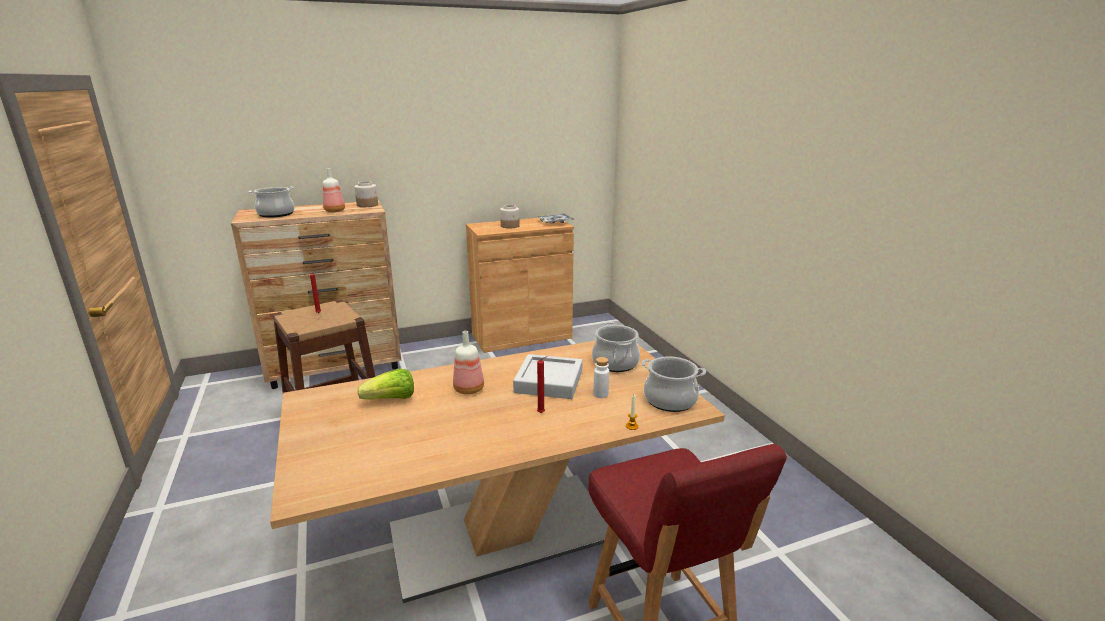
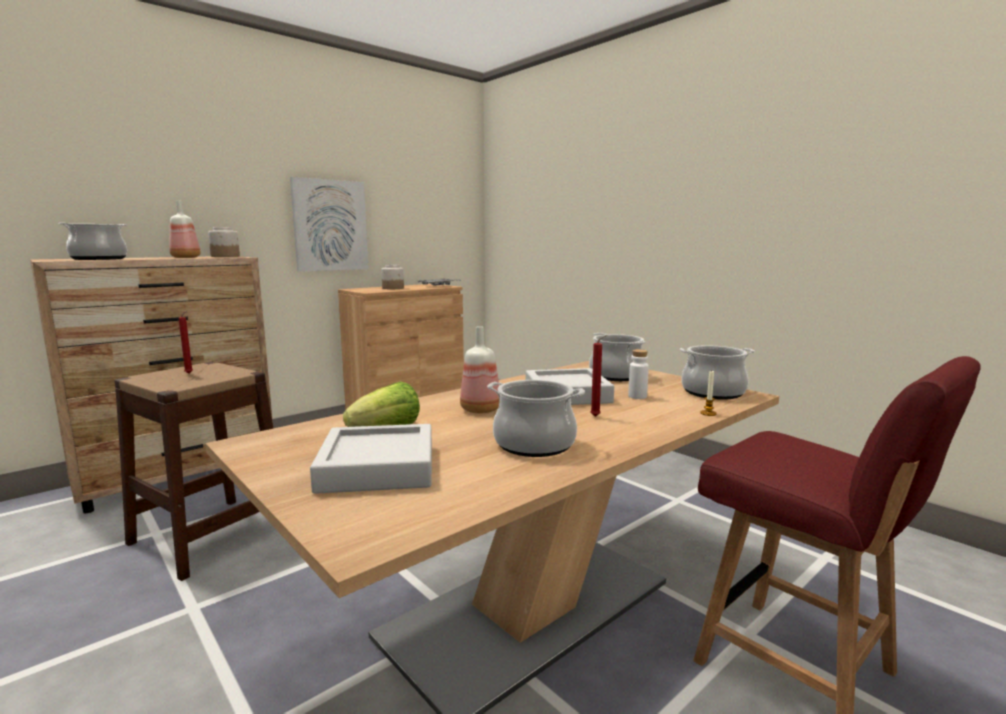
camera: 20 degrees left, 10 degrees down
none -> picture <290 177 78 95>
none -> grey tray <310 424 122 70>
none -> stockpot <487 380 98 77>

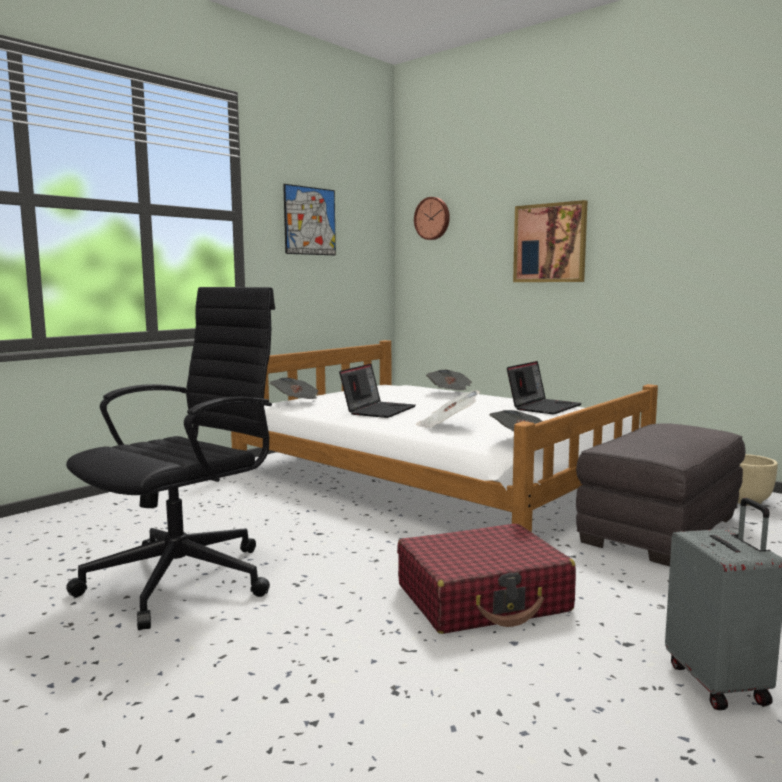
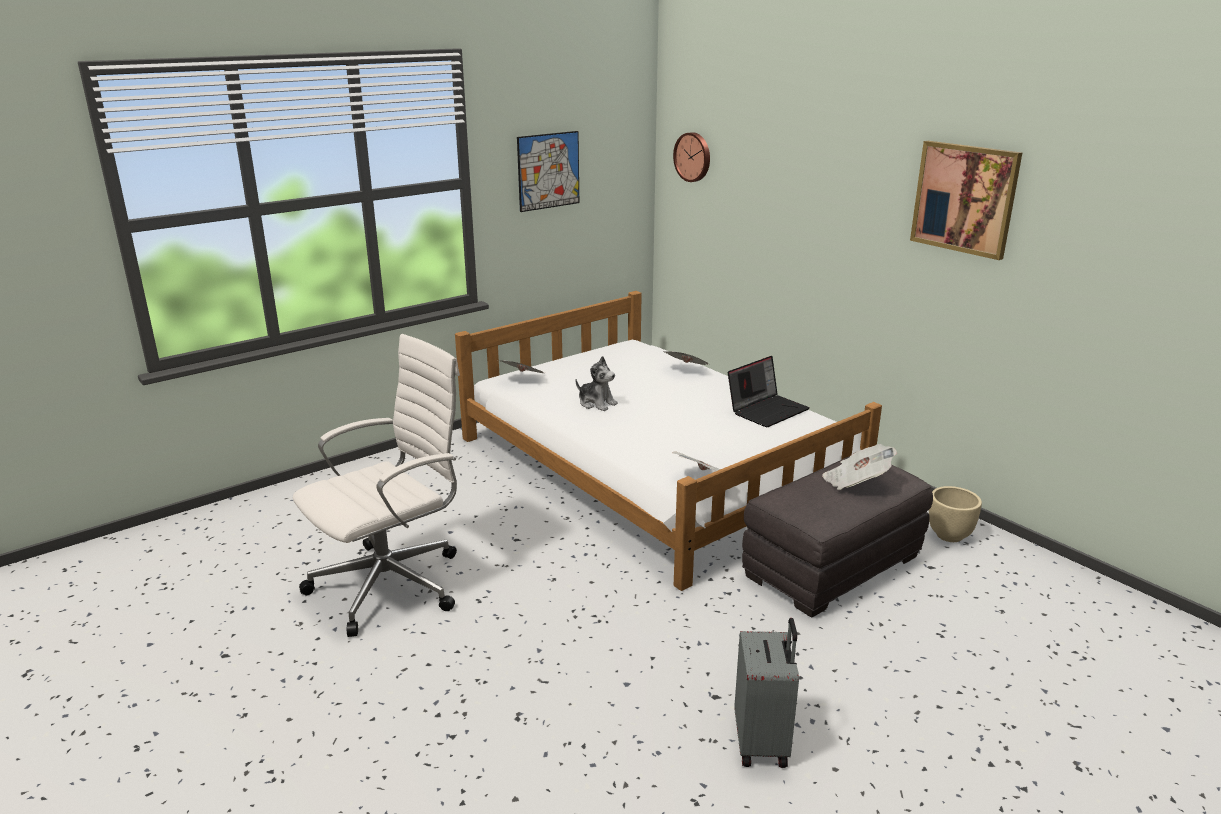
camera: 10 degrees right, 15 degrees up
reddish travel case <397 524 179 110> -> none
printed paper <416 390 64 38> -> printed paper <822 444 75 46>, move
picture <513 200 75 82> -> picture <910 141 112 119>, move
notebook computer <339 364 77 54> -> soft toy <575 356 43 55>
black-coloured office chair <66 287 209 343> -> whitish office chair <293 334 167 303>

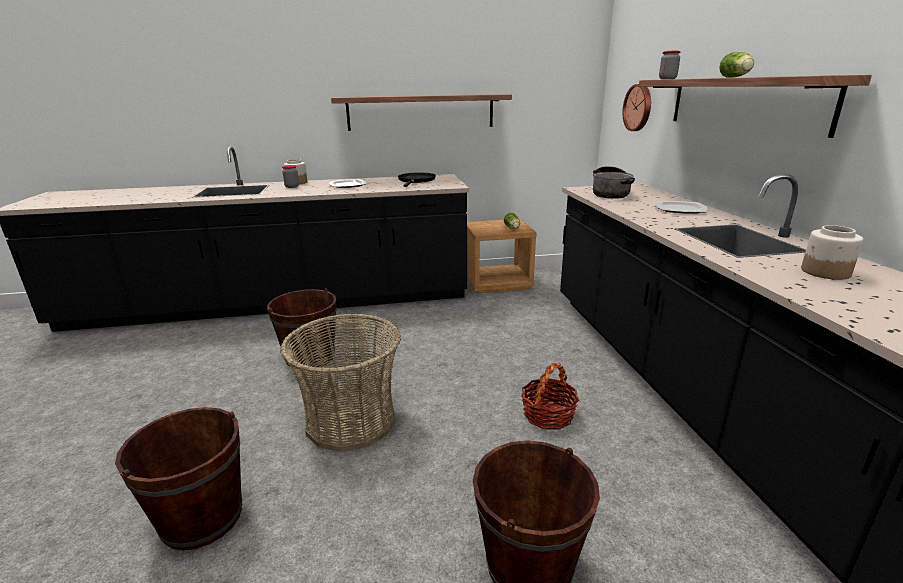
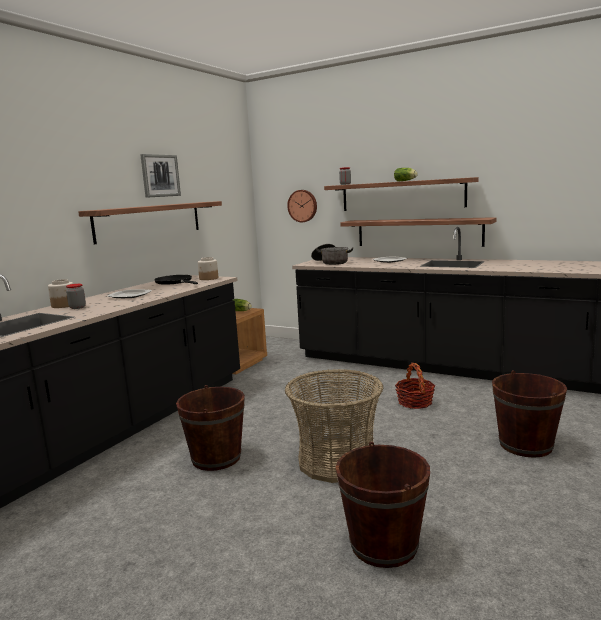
camera: 50 degrees left, 10 degrees down
none -> picture <140 154 41 44>
none -> shelf <340 217 157 30>
storage jar <801 225 62 55> -> storage jar <198 257 20 23>, move

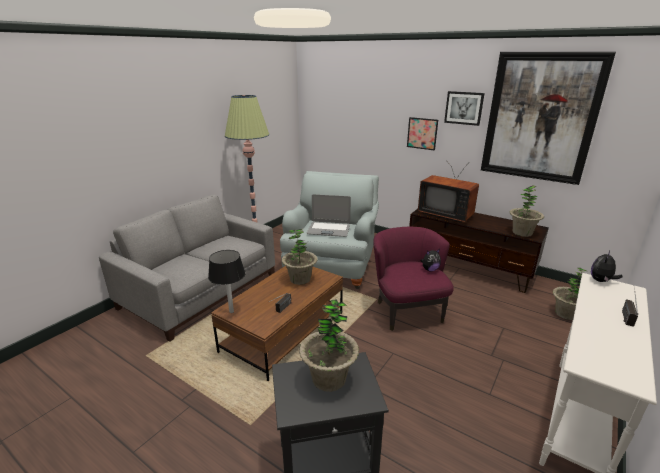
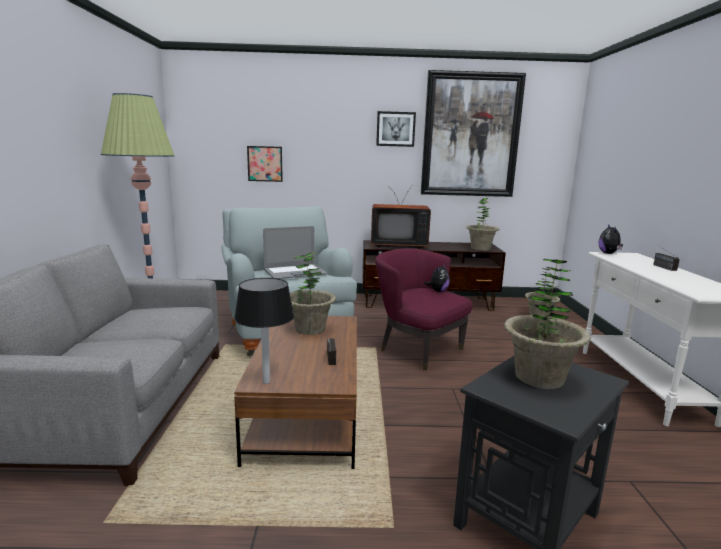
camera: 35 degrees left, 10 degrees down
picture <407 117 31 34> -> picture <247 146 36 36>, move

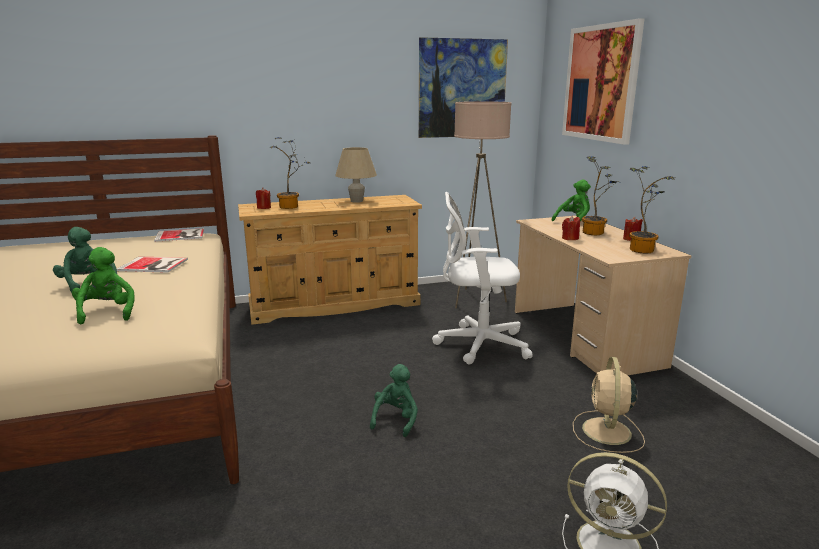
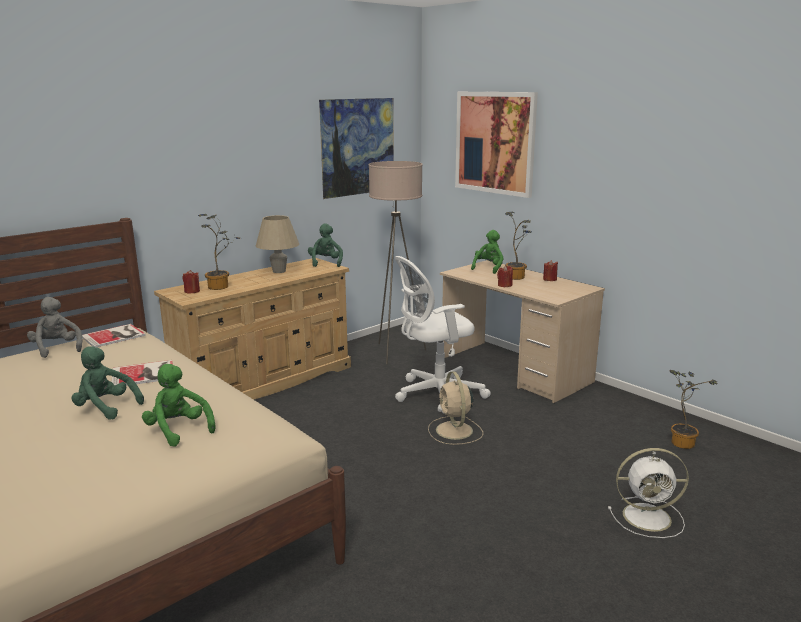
camera: 25 degrees left, 0 degrees up
none -> grey soft toy <27 297 55 61>
green-coloured soft toy <370 364 48 73> -> green-coloured soft toy <308 223 35 44>, move
beige cooling fan <573 357 72 96> -> beige cooling fan <428 371 55 74>, move
houseplant <629 166 46 87> -> houseplant <669 370 48 79>, move

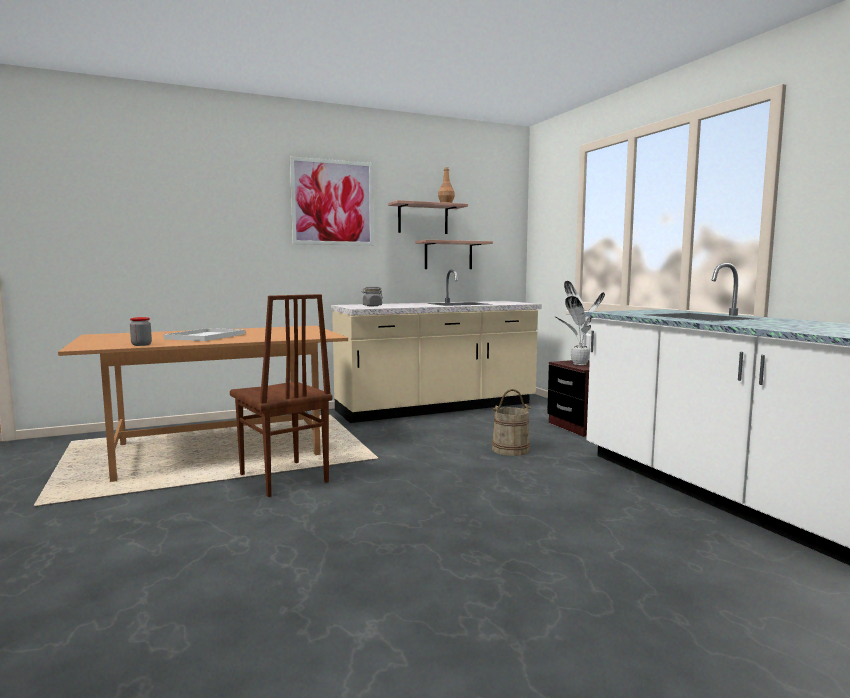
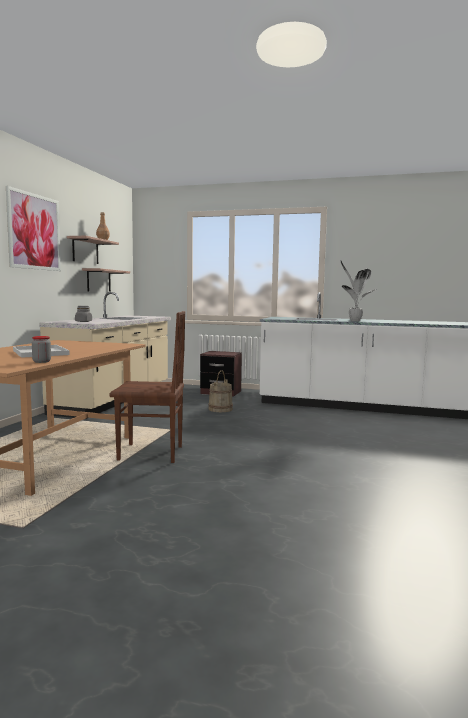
camera: 50 degrees left, 0 degrees up
houseplant <554 281 51 84> -> houseplant <341 261 35 60>, move

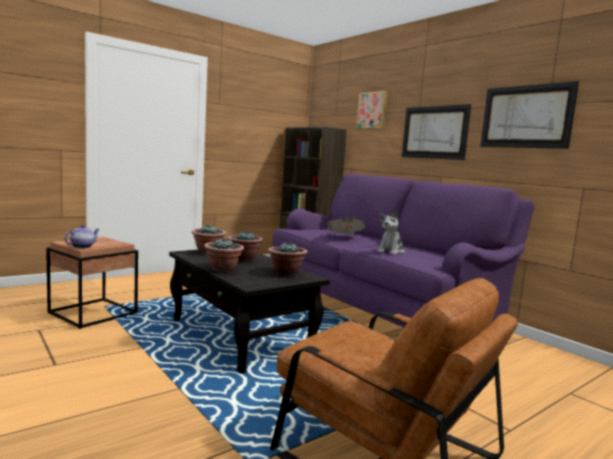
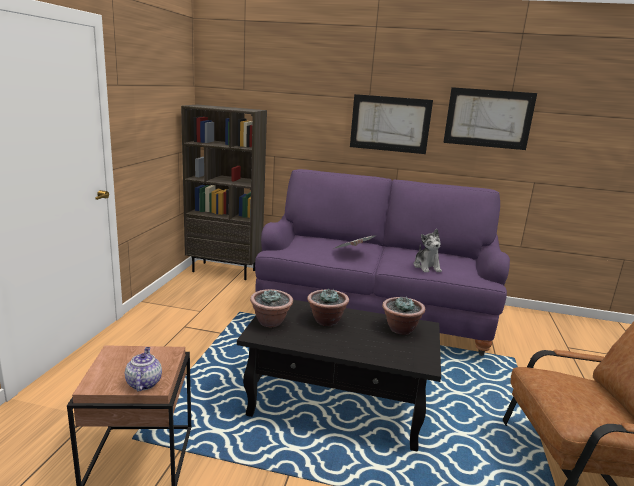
camera: 40 degrees left, 10 degrees up
houseplant <204 239 40 33> -> none
picture <356 91 32 38> -> none

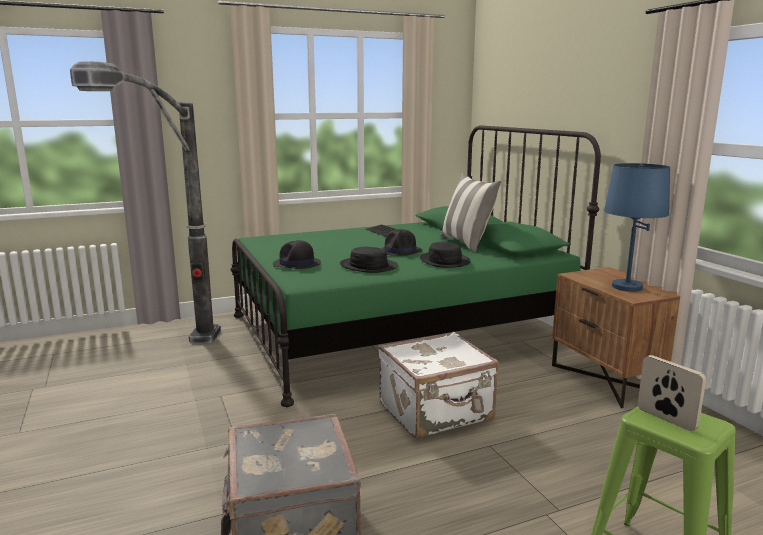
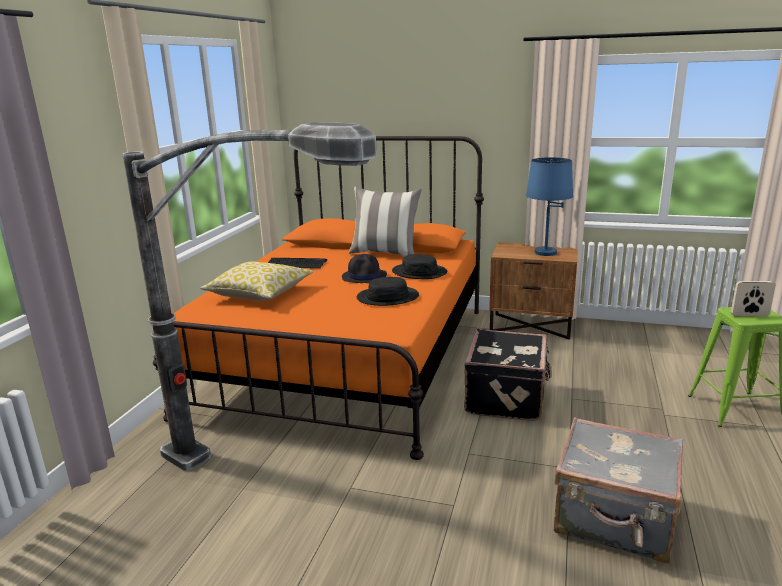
camera: 50 degrees left, 5 degrees up
black-coloured hat <273 240 48 29> -> none
none -> throw pillow <200 262 113 39>
green-coloured bed <230 125 371 282> -> orange bed <153 136 331 324>
whitish travel case <378 332 121 106> -> black-coloured travel case <464 329 88 92>

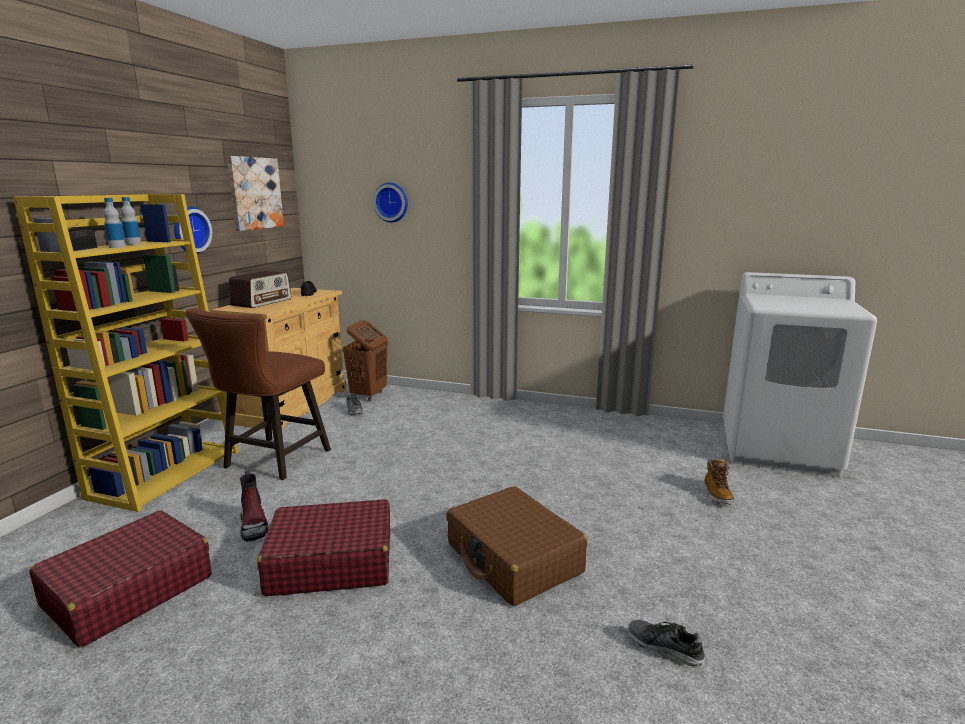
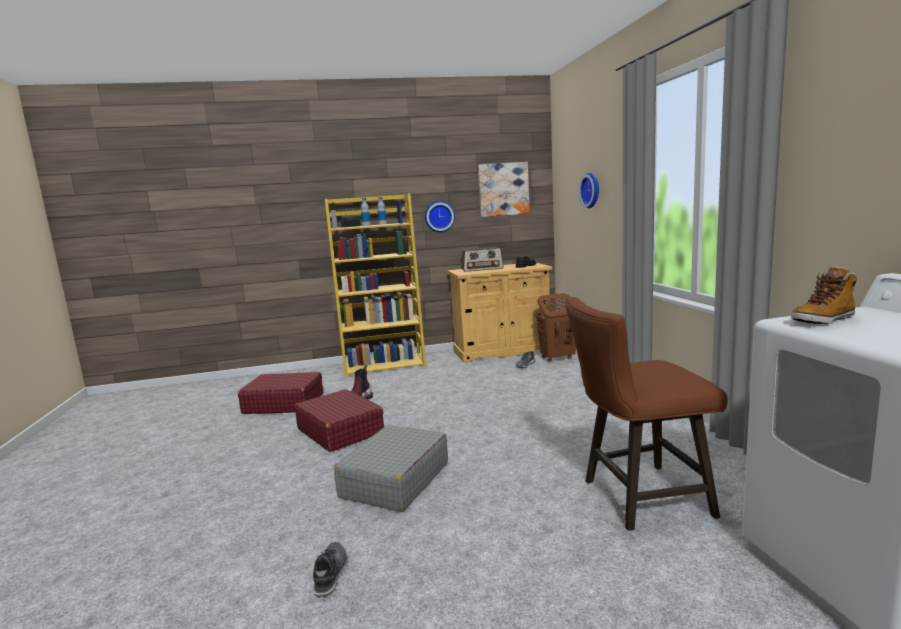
camera: 60 degrees right, 5 degrees down
brown stool seat <186 308 145 172> -> brown stool seat <565 297 163 234>, move
high-top boot <705 459 30 45> -> high-top boot <791 266 66 58>, move
brown travel case <446 486 141 120> -> grey travel case <334 425 114 87>

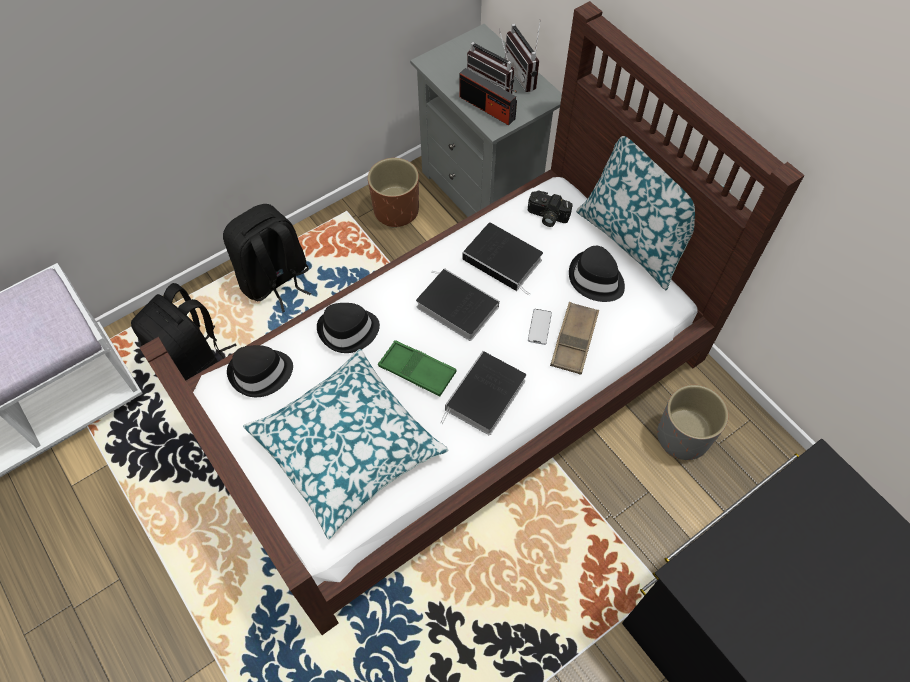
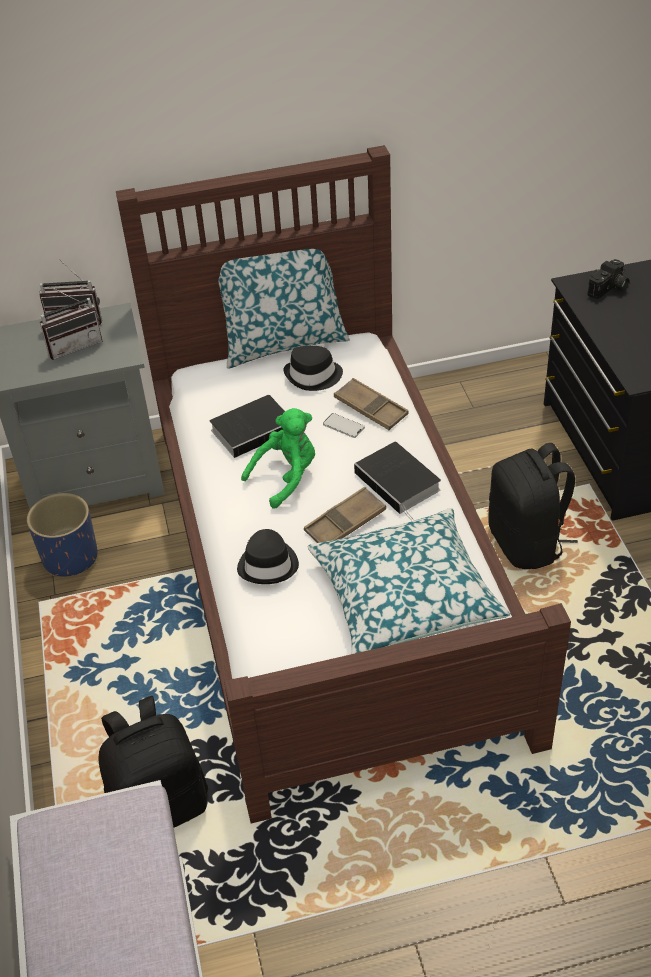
camera: 65 degrees left, 15 degrees down
black-coloured hat <227 345 66 52> -> none
radio <459 68 58 57> -> none
grey planter <657 385 71 75> -> none
black-coloured rucksack <223 204 88 109> -> black-coloured rucksack <488 443 90 126>, move
still camera <527 191 46 36> -> still camera <587 259 42 40>, move
bound book <416 268 83 73> -> green-coloured soft toy <241 408 74 101>
brown planter <368 158 51 70> -> blue planter <27 493 71 84>
green-coloured tray <378 340 79 57> -> brown tray <304 487 82 56>

